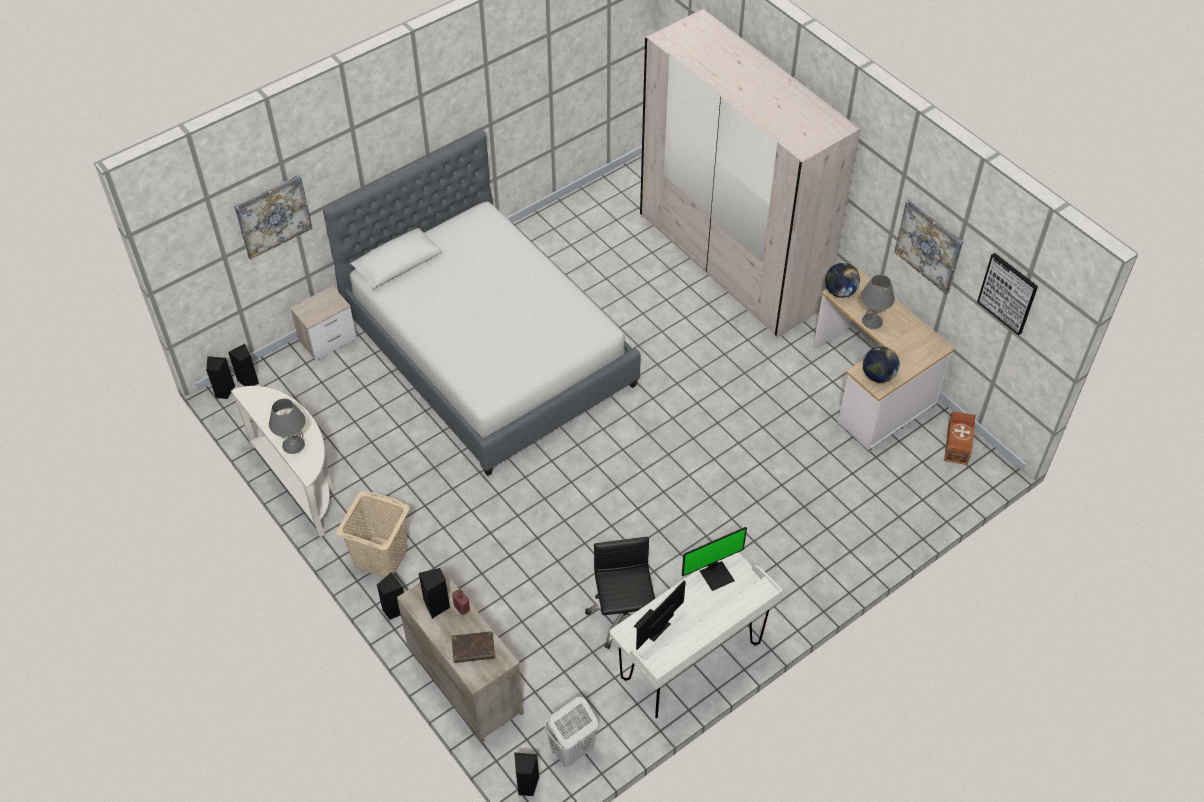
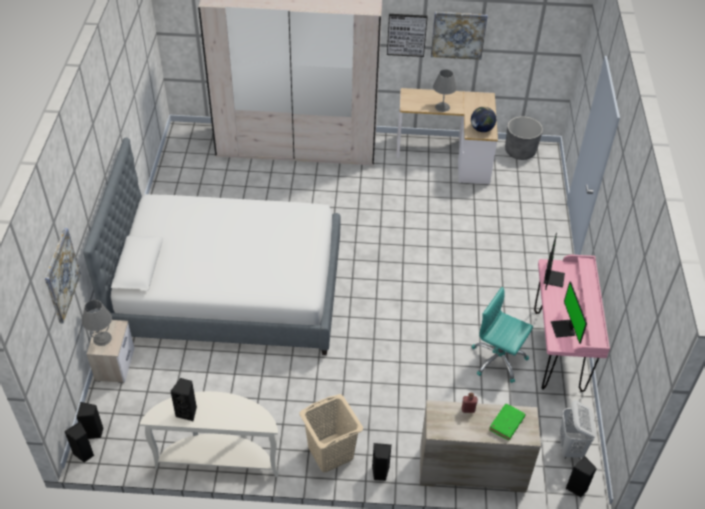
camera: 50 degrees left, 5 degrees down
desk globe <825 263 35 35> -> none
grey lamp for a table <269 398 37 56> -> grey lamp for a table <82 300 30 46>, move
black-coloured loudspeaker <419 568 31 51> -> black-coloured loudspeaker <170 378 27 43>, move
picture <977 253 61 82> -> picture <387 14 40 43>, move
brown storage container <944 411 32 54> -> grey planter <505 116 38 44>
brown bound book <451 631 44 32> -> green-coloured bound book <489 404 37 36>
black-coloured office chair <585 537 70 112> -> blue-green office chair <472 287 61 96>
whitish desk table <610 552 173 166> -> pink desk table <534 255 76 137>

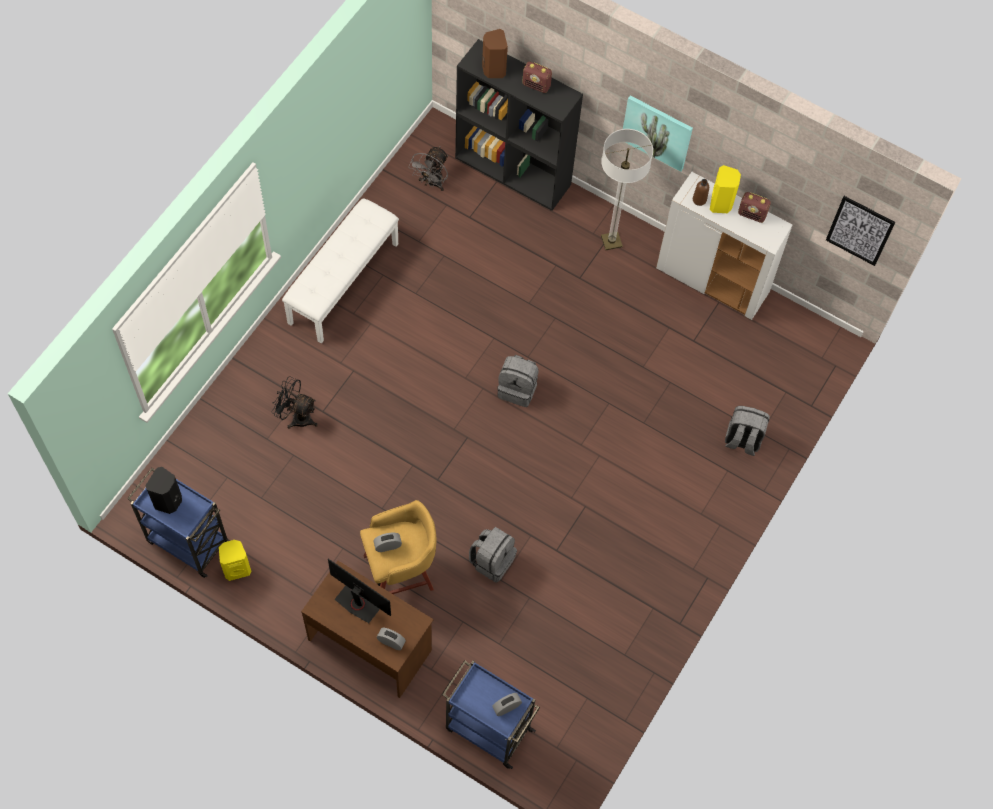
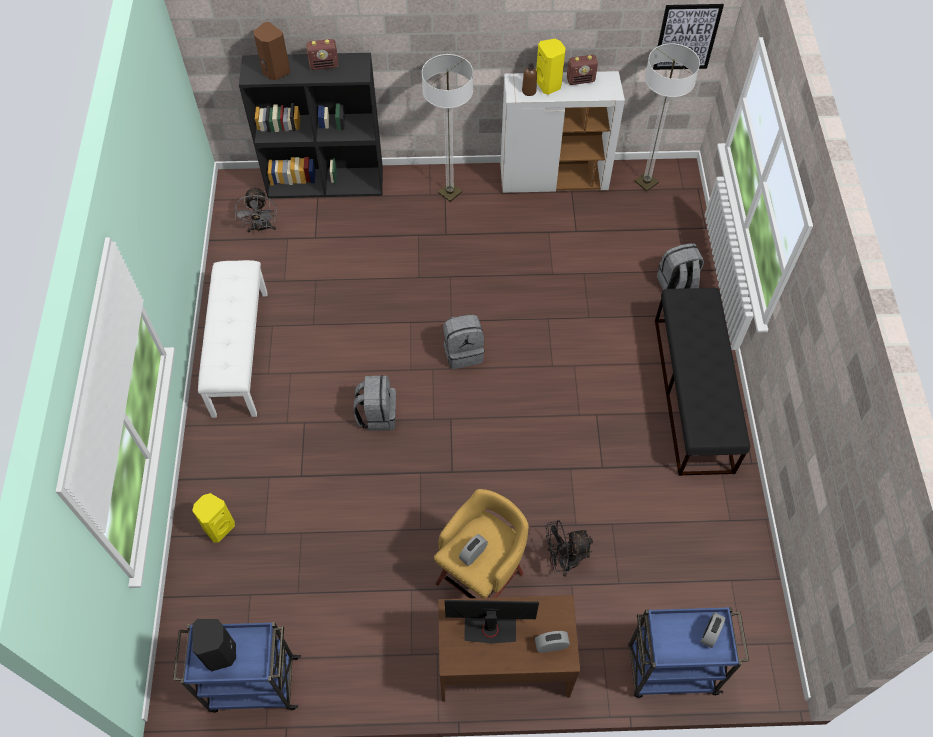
camera: 30 degrees left, 5 degrees down
picture <623 95 70 77> -> none
none -> floor lamp <634 43 66 148>
none -> black-coloured long seat <655 288 95 188>
yellowish loudspeaker <219 540 33 41> -> yellowish loudspeaker <192 493 43 50>, move
black-coloured cooling fan <272 376 46 53> -> black-coloured cooling fan <545 520 48 57>, move
grey rucksack <469 527 48 55> -> grey rucksack <354 376 42 55>, move

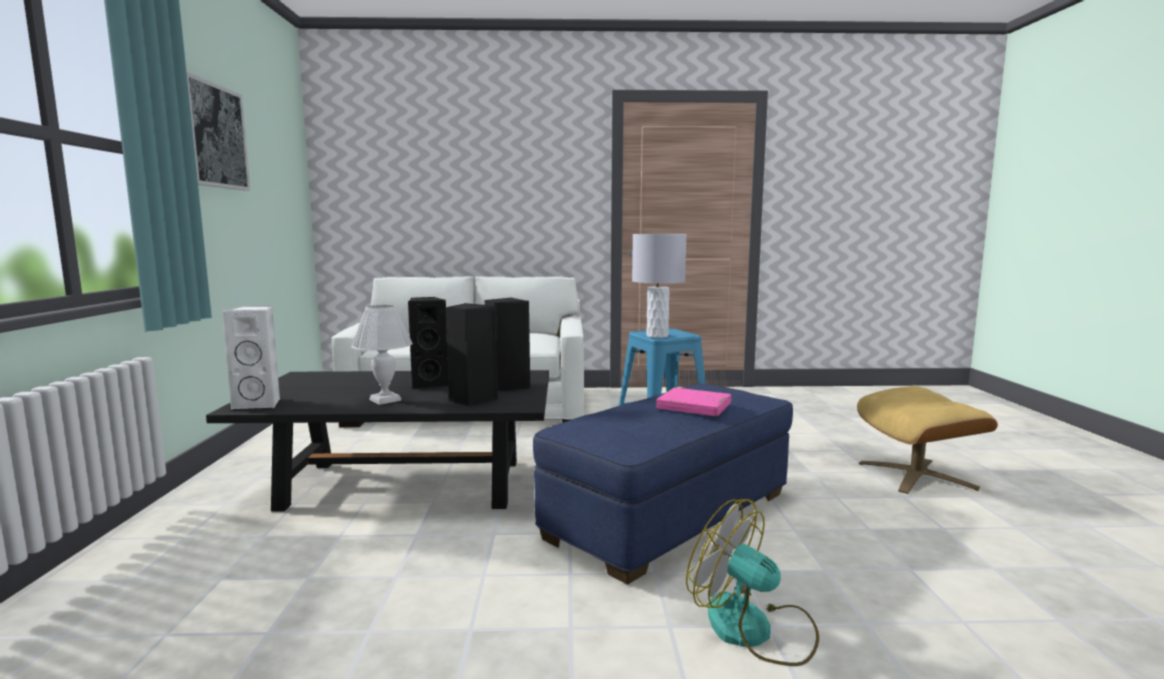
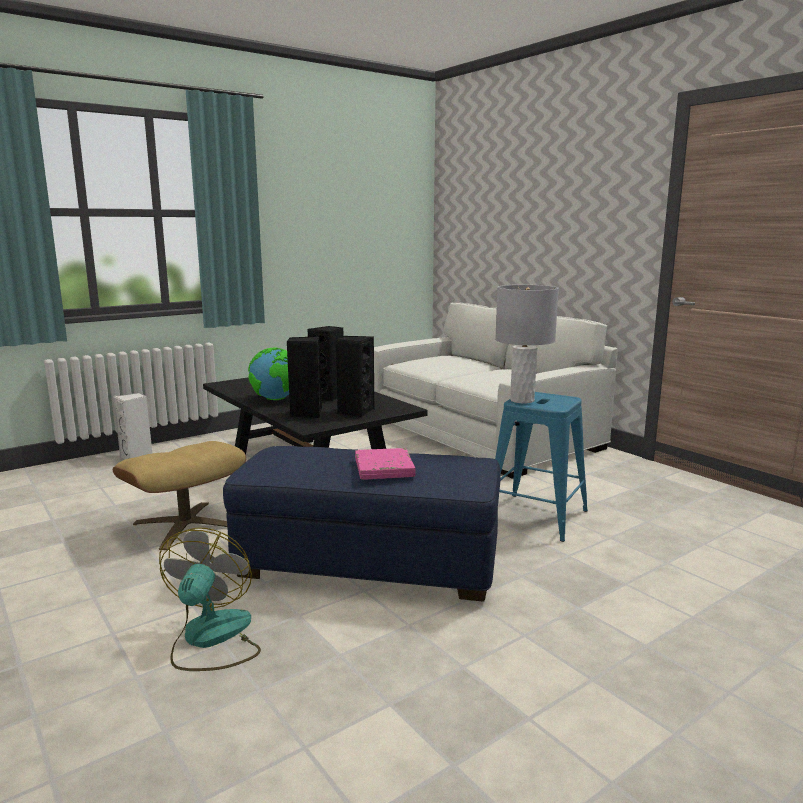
camera: 55 degrees right, 5 degrees up
picture <186 72 64 118> -> none
whitish loudspeaker <222 306 58 104> -> whitish loudspeaker <113 393 39 66>, move
beige pouffe <857 386 141 108> -> beige pouffe <113 441 133 109>, move
whitish lamp for a table <351 305 62 100> -> desk globe <248 348 41 52>

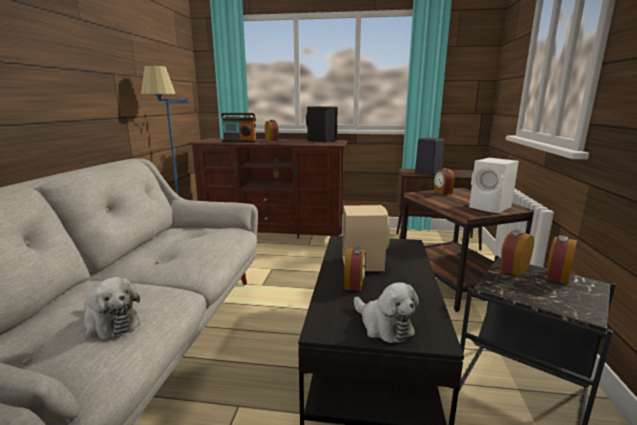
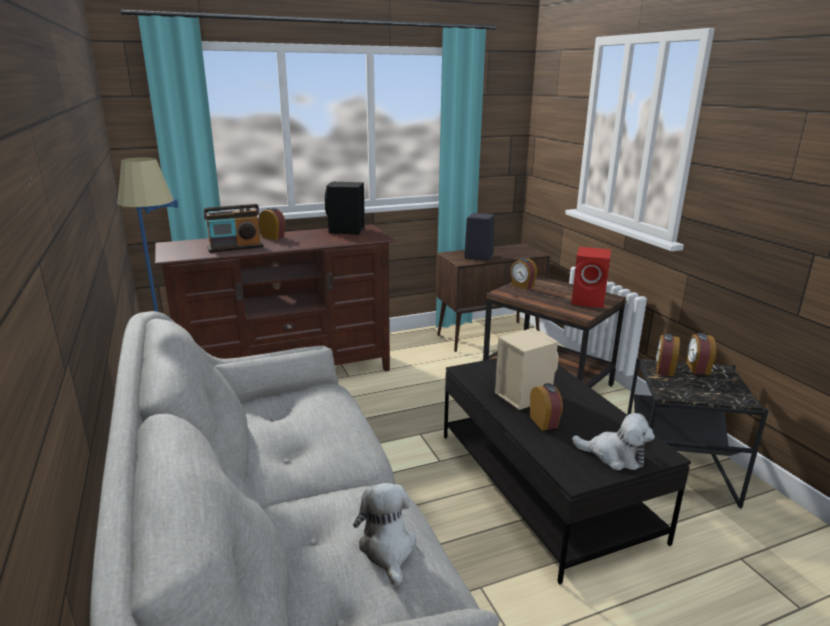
camera: 30 degrees left, 5 degrees up
whitish loudspeaker <469 158 50 55> -> reddish loudspeaker <571 247 40 61>
soft toy <83 277 57 63> -> soft toy <353 483 64 104>, 105 degrees counterclockwise

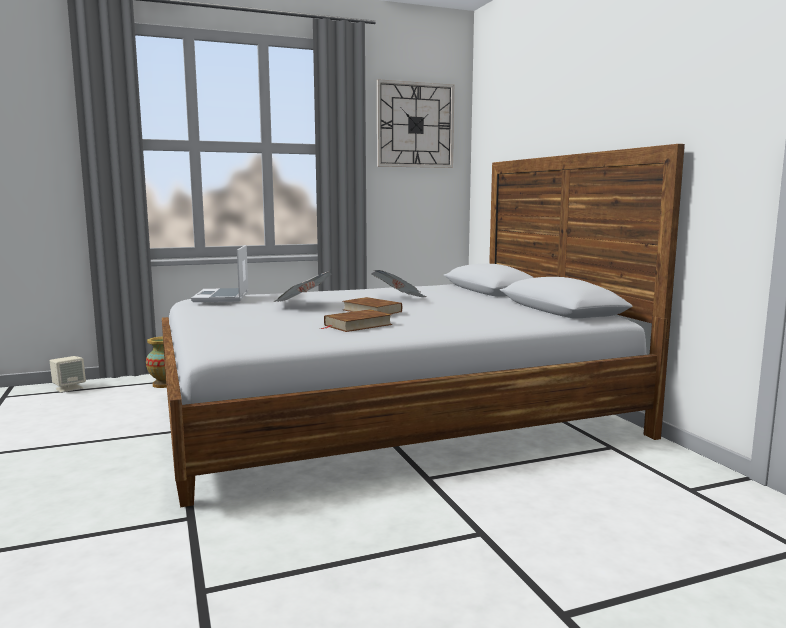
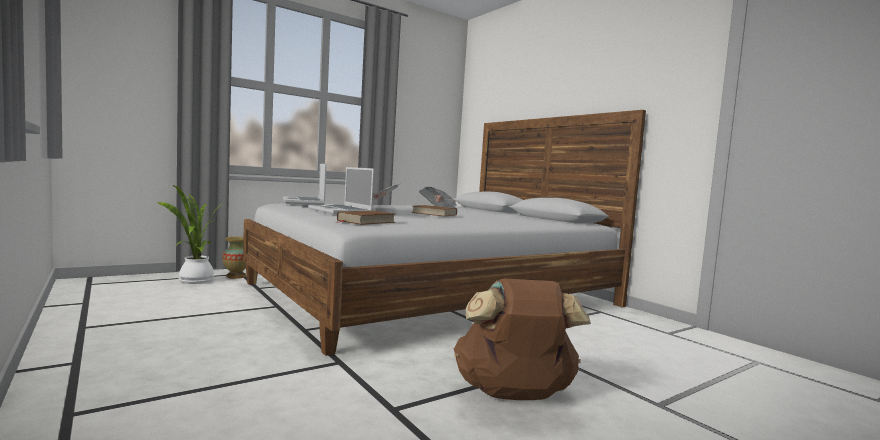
camera: 15 degrees left, 5 degrees down
beige loudspeaker <50 356 36 37> -> none
wall clock <377 79 77 89> -> none
none -> houseplant <157 185 65 99>
none -> notebook computer <309 167 65 48>
none -> brown rucksack <454 278 137 122>
brown bound book <320 309 72 23> -> brown bound book <337 211 58 14>, move

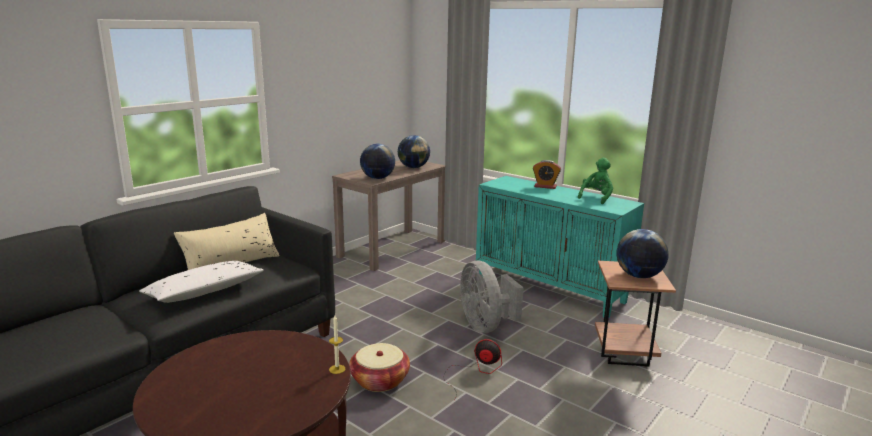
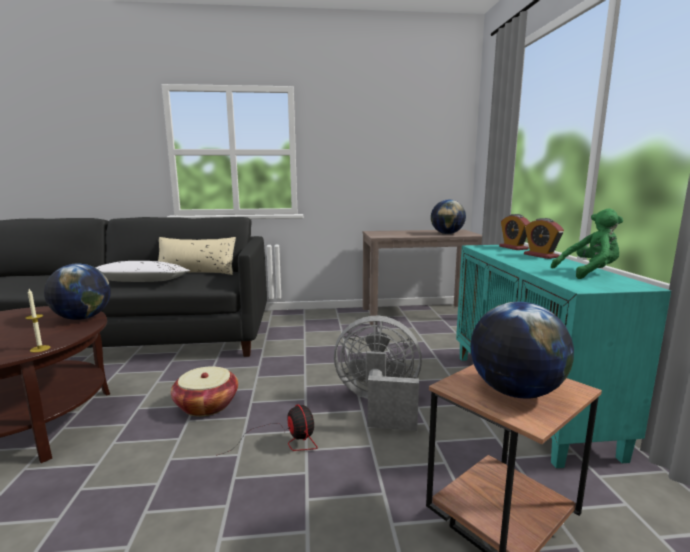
camera: 45 degrees right, 5 degrees down
none -> table clock <499 214 31 36>
desk globe <360 144 35 35> -> desk globe <44 263 67 57>, move
grey cooling fan <460 260 64 73> -> grey cooling fan <334 316 88 115>, 75 degrees clockwise

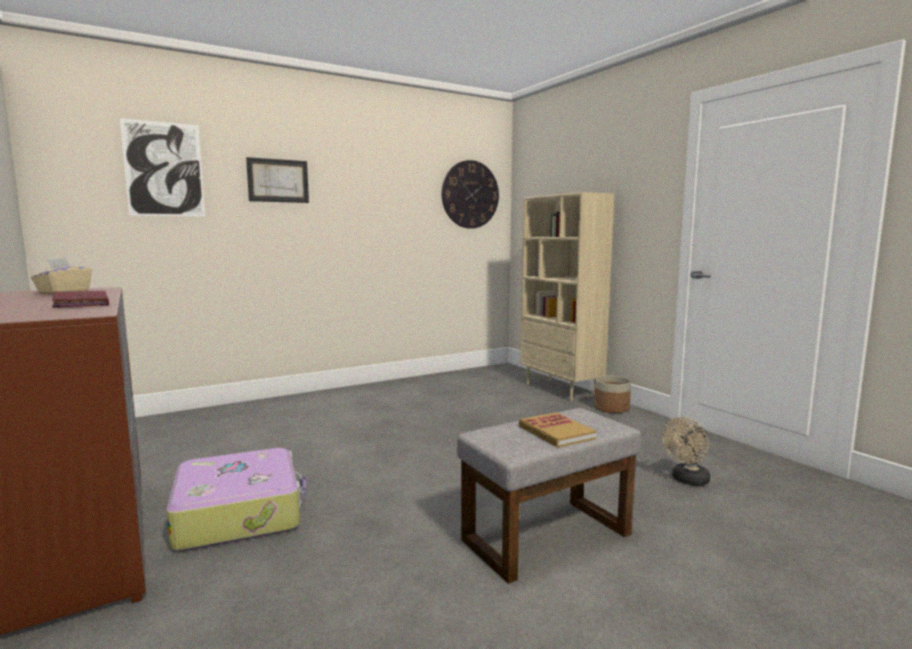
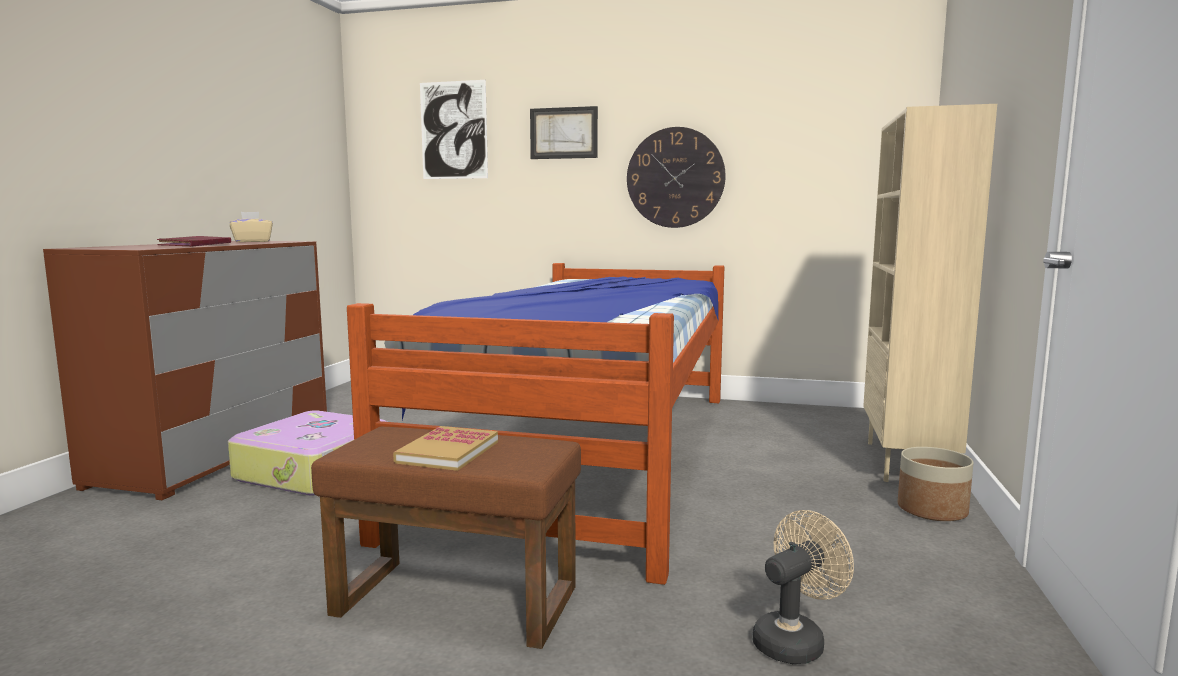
camera: 45 degrees right, 0 degrees up
none -> bed <347 263 377 322>
wall clock <442 160 57 69> -> wall clock <627 127 99 101>, move
grey pouffe <457 408 184 176> -> brown pouffe <311 427 270 222>
beige cooling fan <662 417 48 69> -> beige cooling fan <753 510 101 154>, 135 degrees clockwise

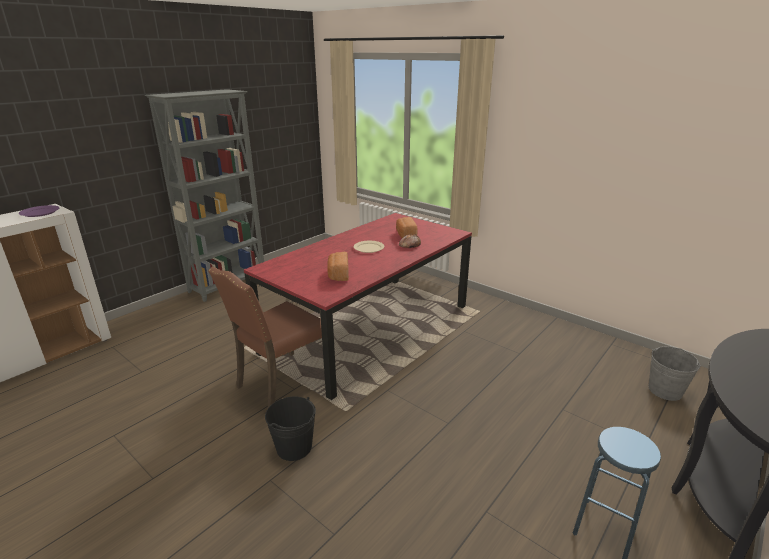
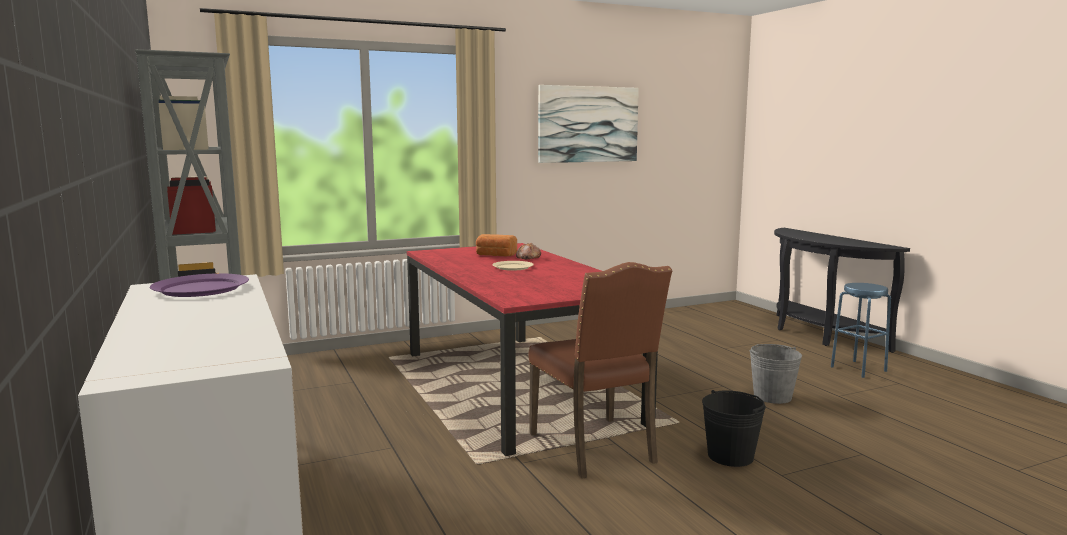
camera: 65 degrees left, 15 degrees down
bakery bread <327 252 22 29> -> none
none -> picture <538 85 101 78>
grey bucket <649 346 52 55> -> grey bucket <750 344 52 60>, move

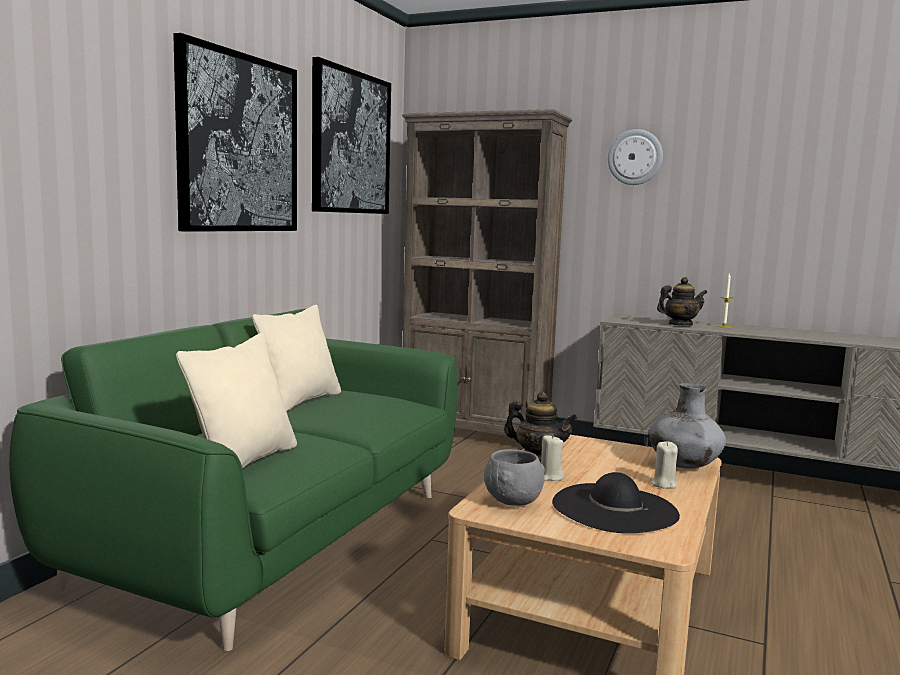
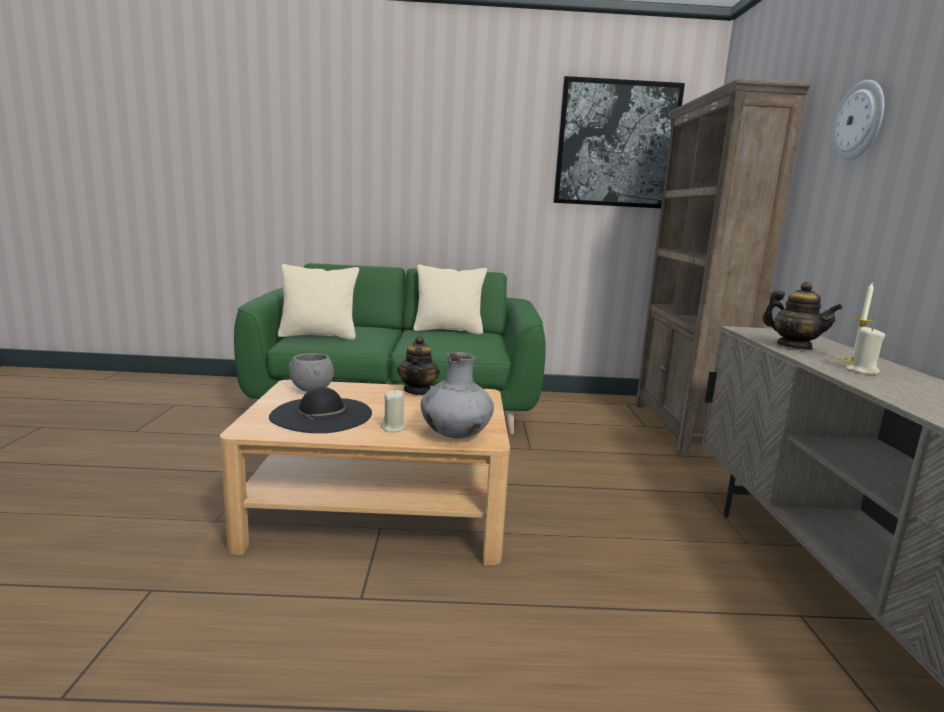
camera: 65 degrees right, 5 degrees up
picture <173 33 124 199> -> none
beige wax candle <541 434 23 47> -> beige wax candle <845 326 40 49>, move

